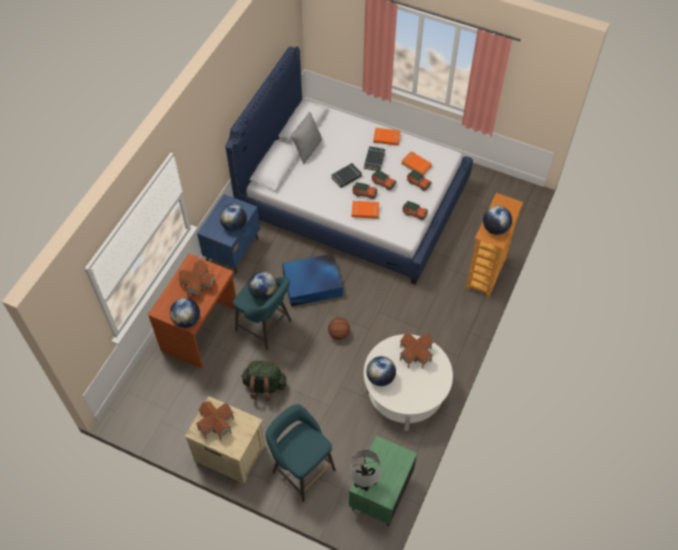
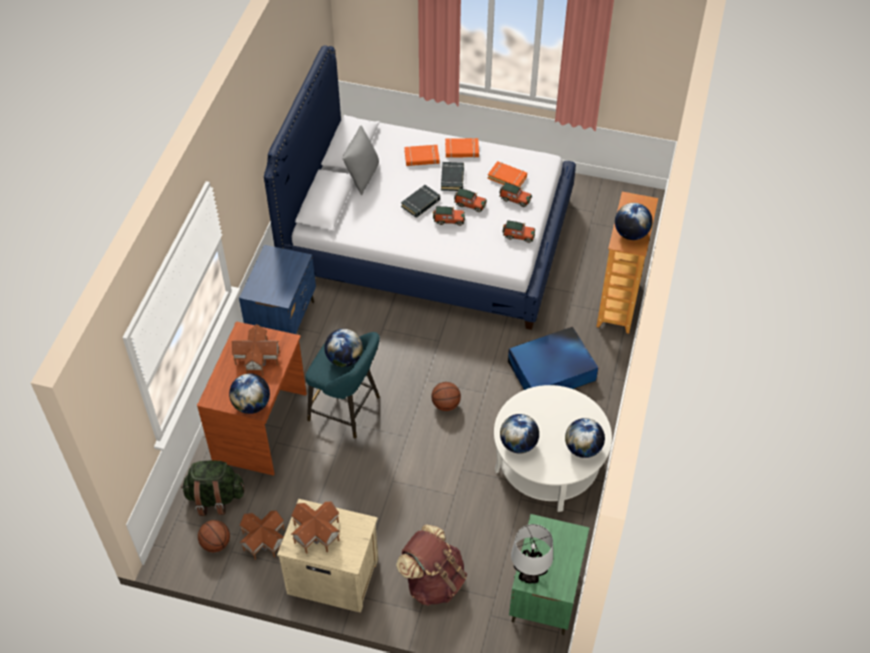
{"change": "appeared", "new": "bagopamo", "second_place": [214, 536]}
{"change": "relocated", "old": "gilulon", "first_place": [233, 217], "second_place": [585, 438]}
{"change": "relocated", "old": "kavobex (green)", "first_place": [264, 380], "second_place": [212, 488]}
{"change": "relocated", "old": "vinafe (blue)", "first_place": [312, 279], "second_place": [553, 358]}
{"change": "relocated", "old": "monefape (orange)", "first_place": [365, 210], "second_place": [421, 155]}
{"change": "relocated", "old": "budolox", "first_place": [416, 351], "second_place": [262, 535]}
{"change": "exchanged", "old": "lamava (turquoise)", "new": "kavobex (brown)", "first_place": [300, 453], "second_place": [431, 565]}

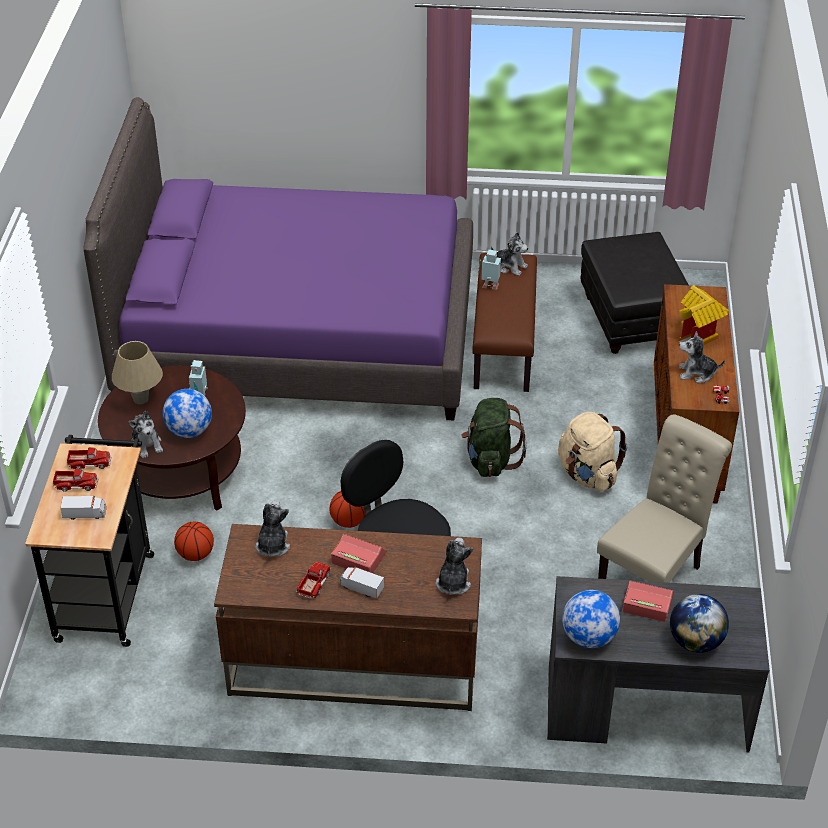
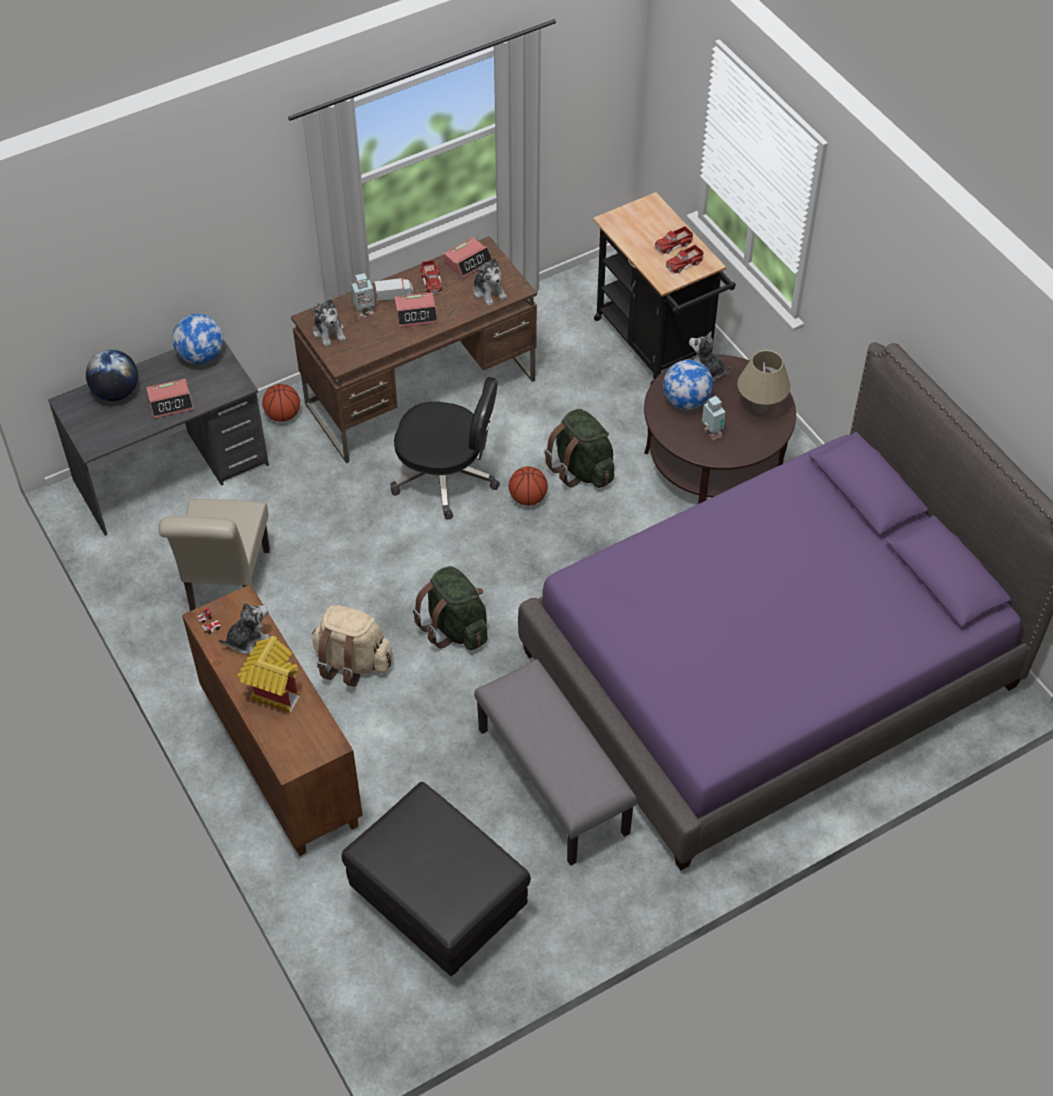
{"change": "missing", "old": "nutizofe", "first_place": [83, 508]}
{"change": "missing", "old": "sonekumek", "first_place": [509, 254]}
{"change": "appeared", "new": "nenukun", "second_place": [468, 257]}
{"change": "appeared", "new": "kavobex (green)", "second_place": [579, 448]}
{"change": "relocated", "old": "bagopamo", "first_place": [194, 541], "second_place": [281, 403]}
{"change": "relocated", "old": "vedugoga", "first_place": [491, 269], "second_place": [362, 296]}
{"change": "colour", "old": "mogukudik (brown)", "new": "mogukudik (grey)", "first_place": [504, 322], "second_place": [555, 762]}

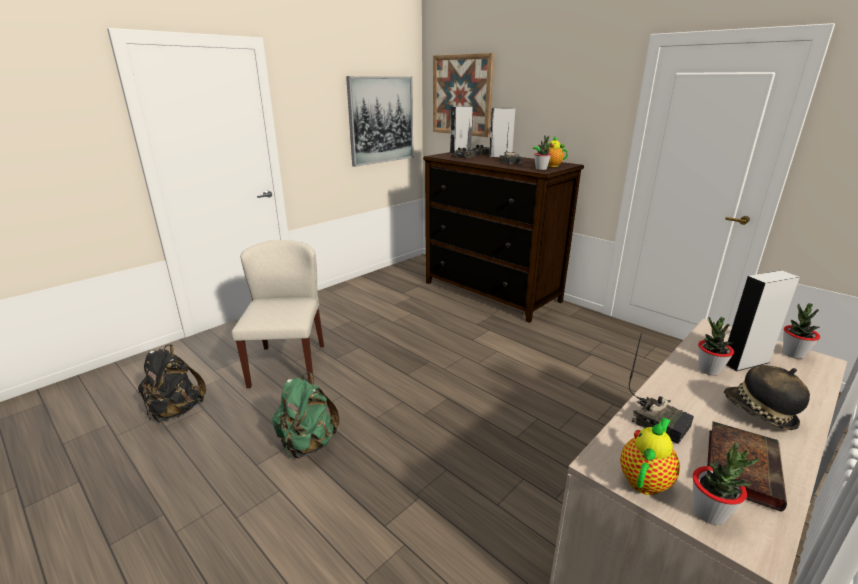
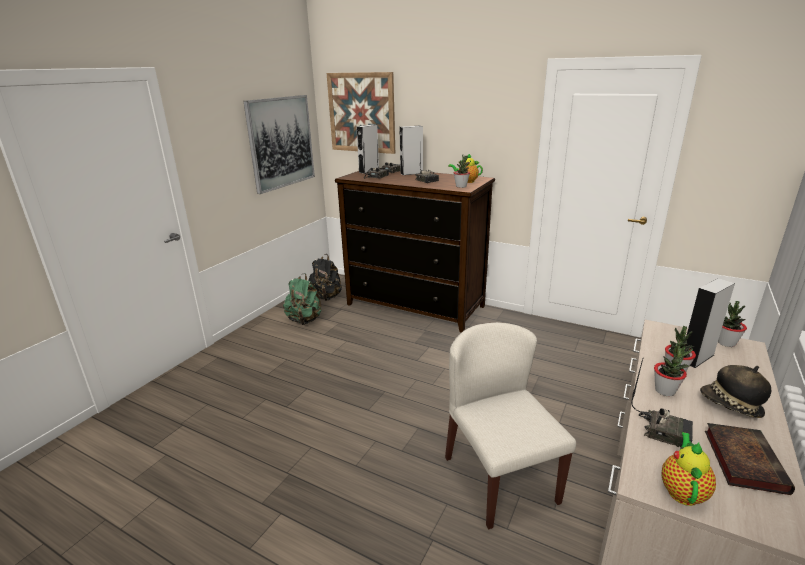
{"change": "relocated", "old": "kavobex (black)", "first_place": [172, 383], "second_place": [325, 277]}
{"change": "relocated", "old": "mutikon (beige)", "first_place": [277, 314], "second_place": [510, 425]}
{"change": "relocated", "old": "kavobex (green)", "first_place": [306, 415], "second_place": [302, 299]}
{"change": "relocated", "old": "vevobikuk", "first_place": [726, 483], "second_place": [673, 369]}

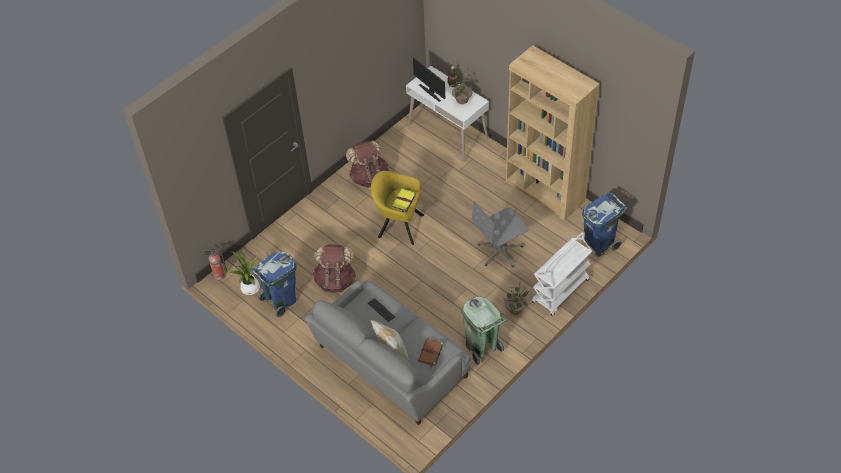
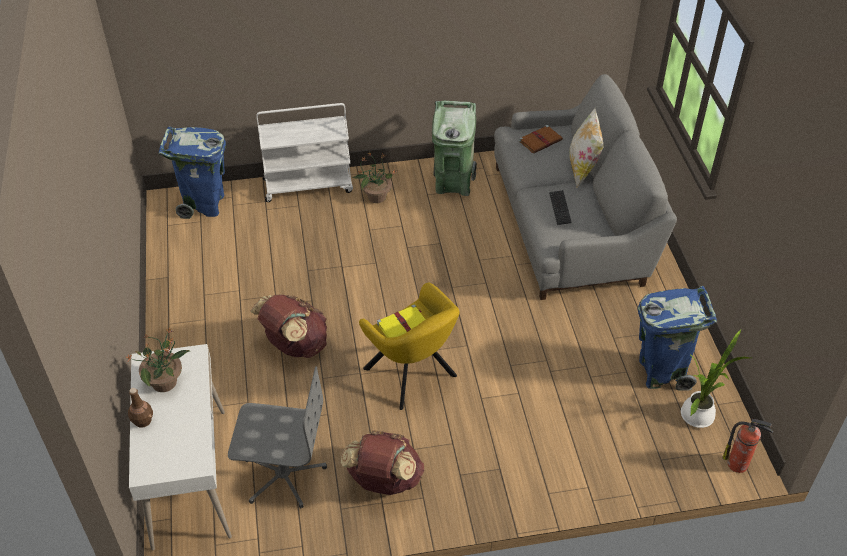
{"change": "missing", "old": "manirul", "first_place": [429, 80]}
{"change": "missing", "old": "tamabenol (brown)", "first_place": [553, 133]}
{"change": "relocated", "old": "kavobex (brown)", "first_place": [334, 268], "second_place": [289, 326]}
{"change": "relocated", "old": "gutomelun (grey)", "first_place": [500, 234], "second_place": [277, 437]}

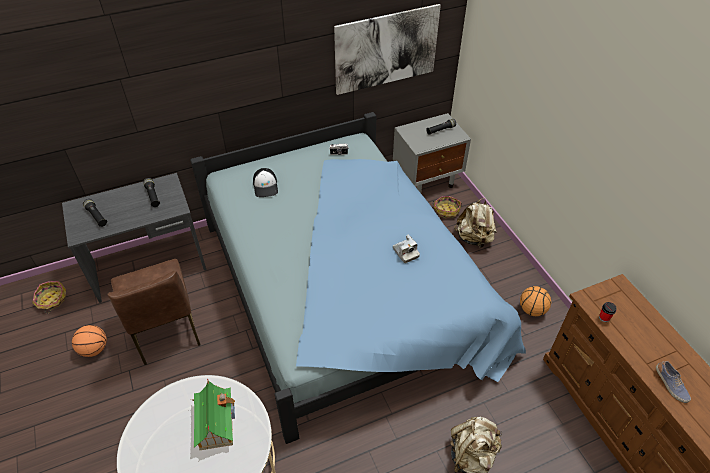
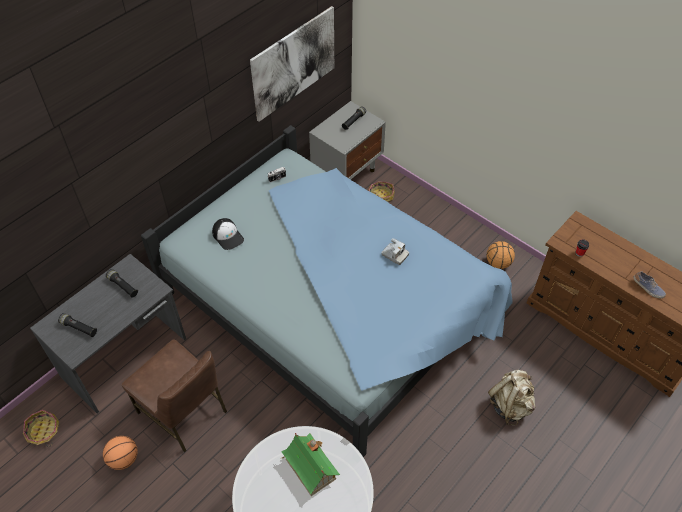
{"change": "missing", "old": "kavobex (beige)", "first_place": [475, 223]}

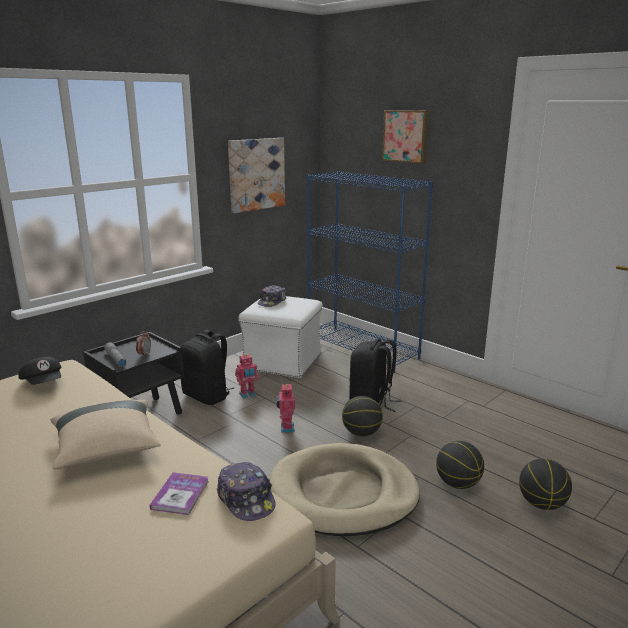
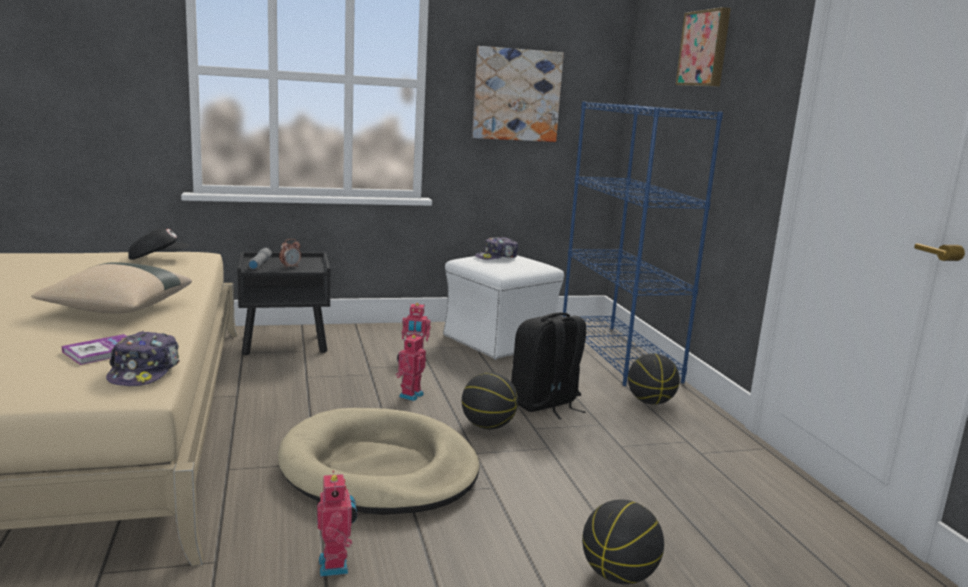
{"change": "missing", "old": "kavobex (black)", "first_place": [207, 367]}
{"change": "appeared", "new": "vedugoga", "second_place": [337, 524]}
{"change": "relocated", "old": "bagopamo", "first_place": [460, 465], "second_place": [654, 379]}
{"change": "spun", "old": "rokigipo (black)", "first_place": [39, 371], "second_place": [159, 244], "degrees": -90}

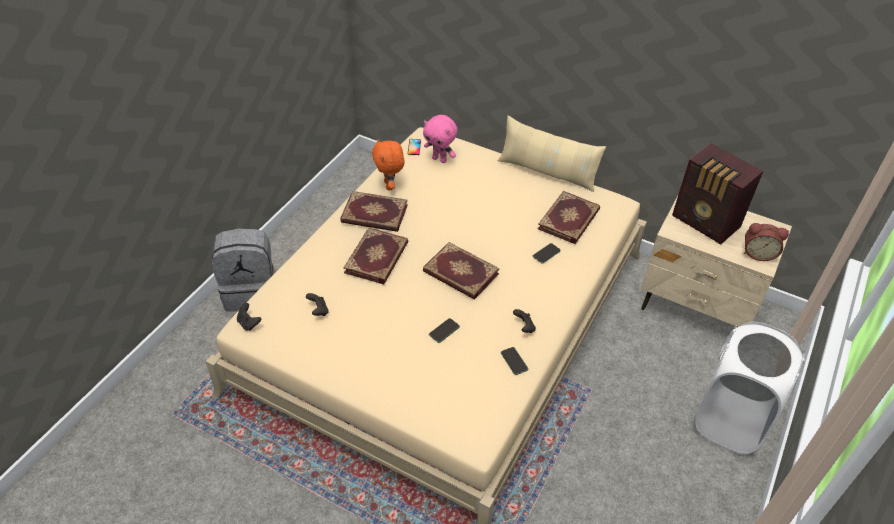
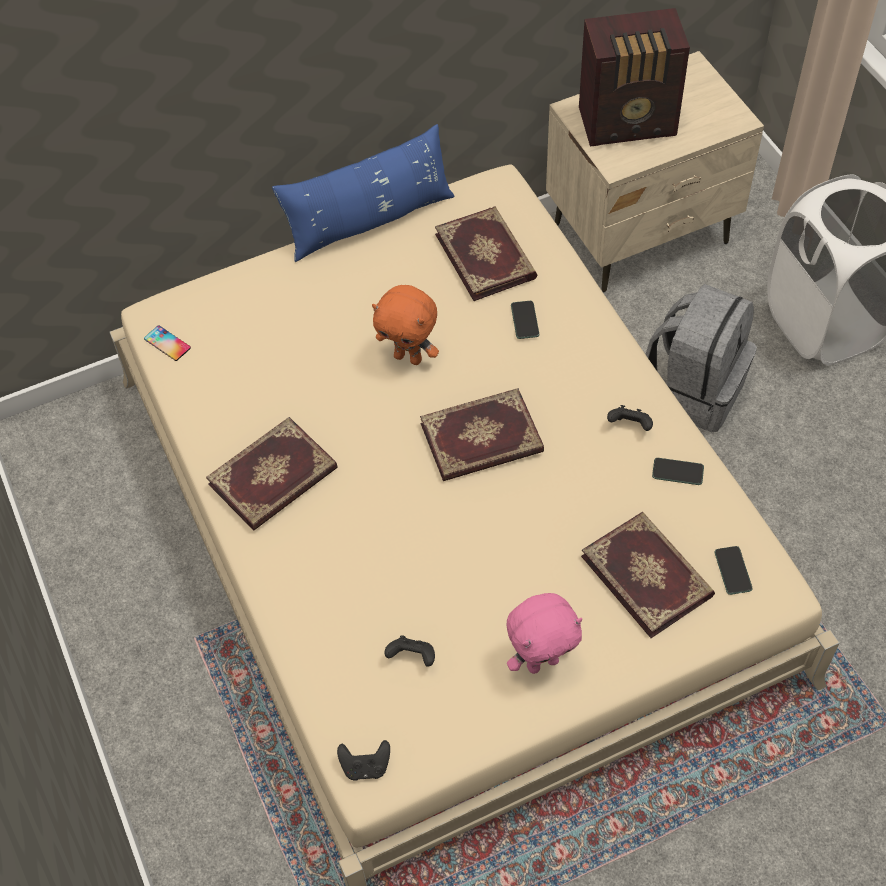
{"change": "missing", "old": "nenukun", "first_place": [766, 242]}
{"change": "relocated", "old": "kavobex (grey)", "first_place": [244, 270], "second_place": [701, 358]}
{"change": "relocated", "old": "monefape", "first_place": [375, 256], "second_place": [648, 575]}
{"change": "relocated", "old": "sonekumek (orange)", "first_place": [388, 164], "second_place": [405, 325]}
{"change": "relocated", "old": "sonekumek (pink)", "first_place": [440, 139], "second_place": [544, 633]}
{"change": "relocated", "old": "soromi", "first_place": [444, 330], "second_place": [733, 570]}
{"change": "colour", "old": "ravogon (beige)", "new": "ravogon (blue)", "first_place": [552, 153], "second_place": [363, 193]}

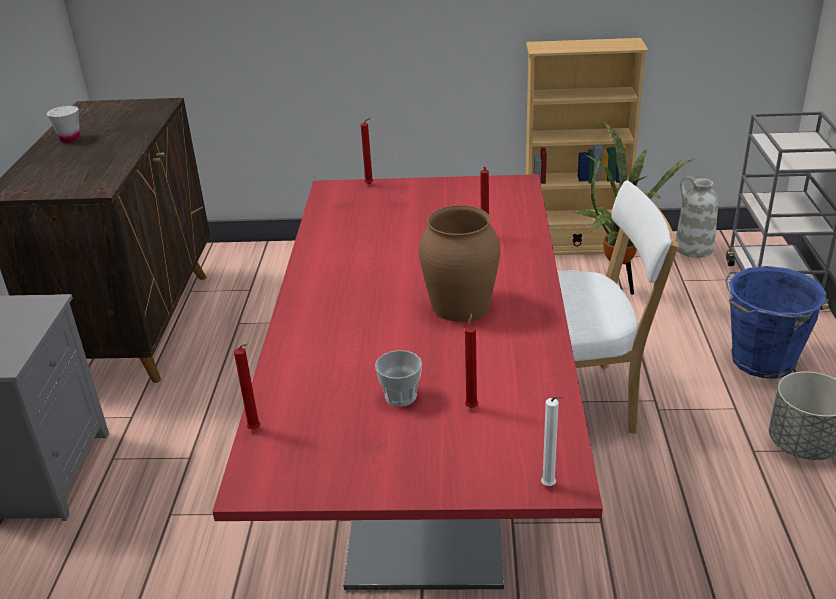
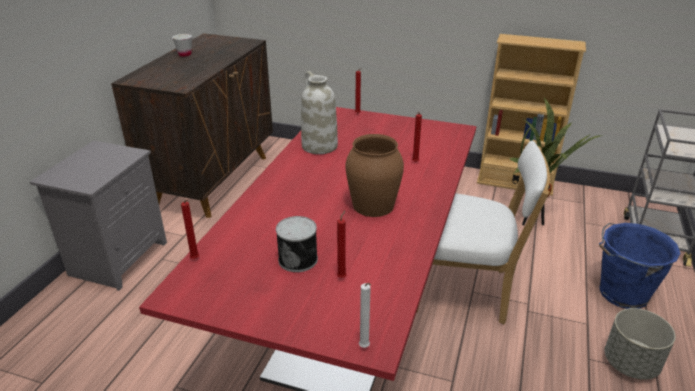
{"change": "relocated", "old": "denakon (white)", "first_place": [697, 217], "second_place": [319, 112]}
{"change": "exchanged", "old": "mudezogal", "new": "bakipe", "first_place": [398, 378], "second_place": [297, 244]}

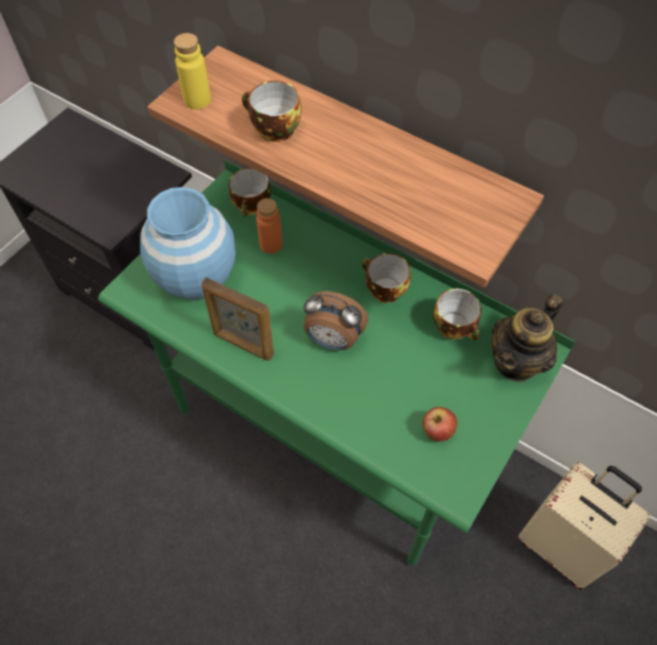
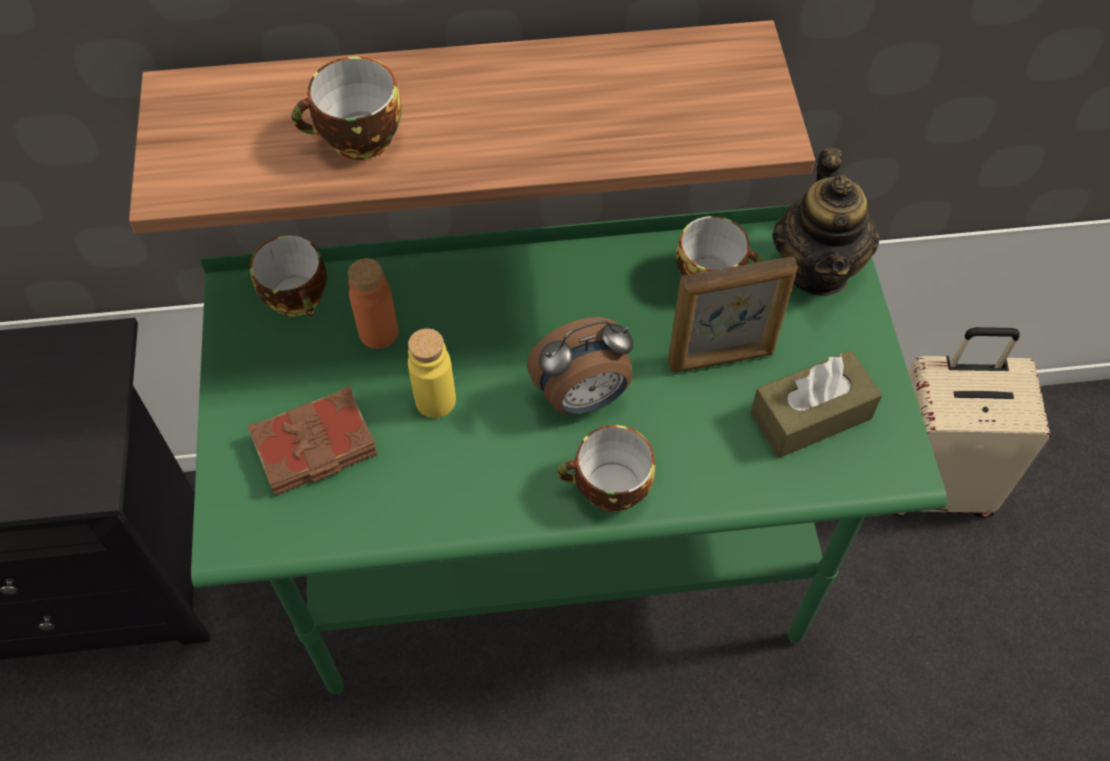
{"change": "relocated", "old": "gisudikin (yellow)", "first_place": [192, 71], "second_place": [432, 373]}
{"change": "relocated", "old": "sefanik", "first_place": [237, 319], "second_place": [733, 314]}
{"change": "relocated", "old": "mudezogal", "first_place": [386, 278], "second_place": [606, 468]}
{"change": "exchanged", "old": "denakon (blue)", "new": "monefape (brown)", "first_place": [187, 243], "second_place": [312, 441]}
{"change": "exchanged", "old": "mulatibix", "new": "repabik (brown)", "first_place": [439, 424], "second_place": [816, 404]}

